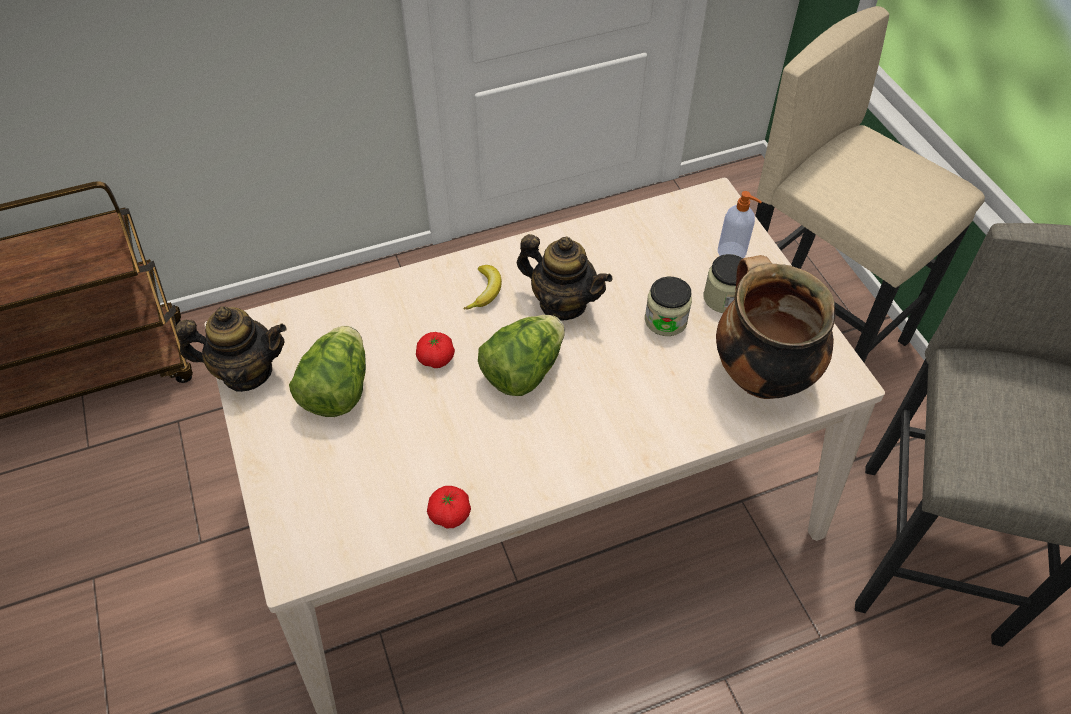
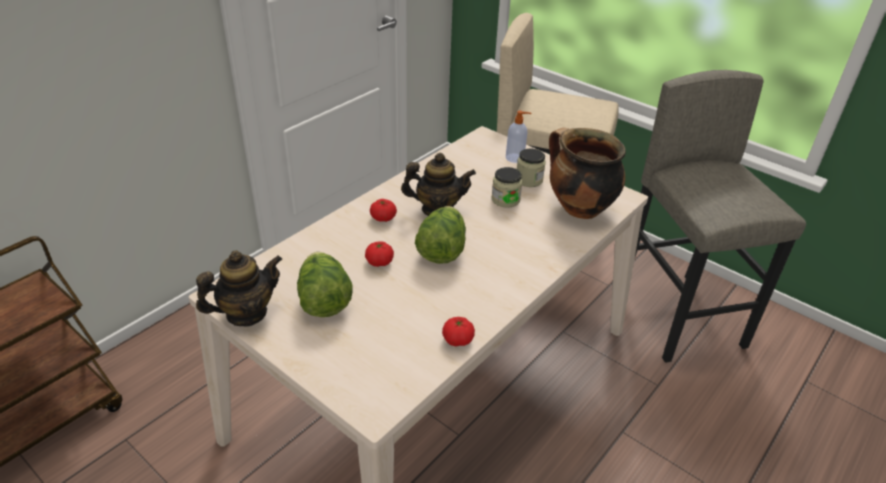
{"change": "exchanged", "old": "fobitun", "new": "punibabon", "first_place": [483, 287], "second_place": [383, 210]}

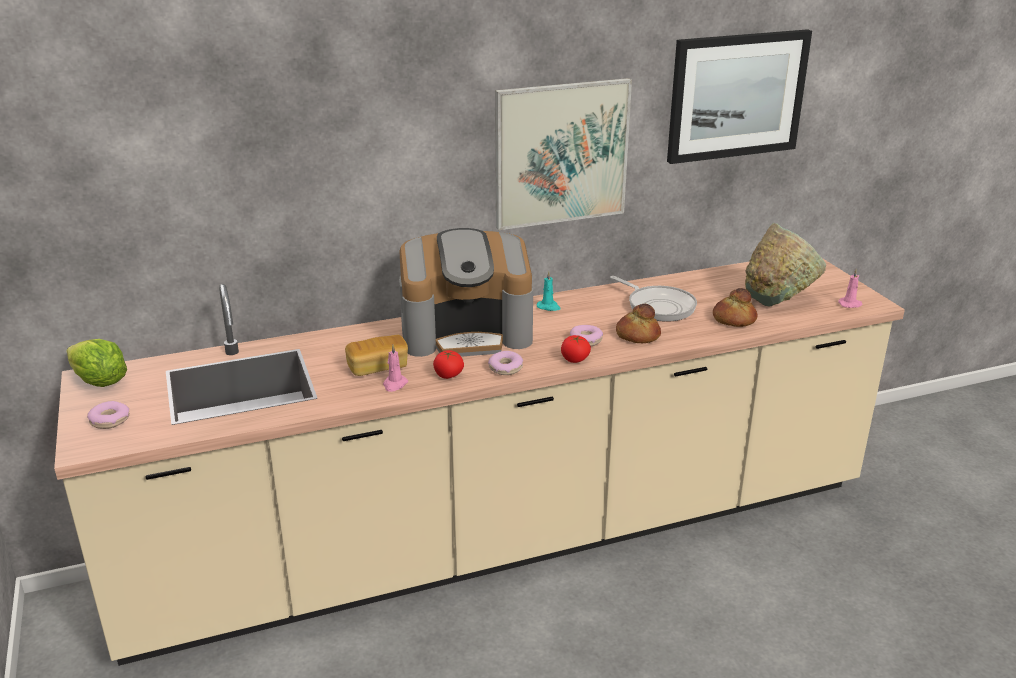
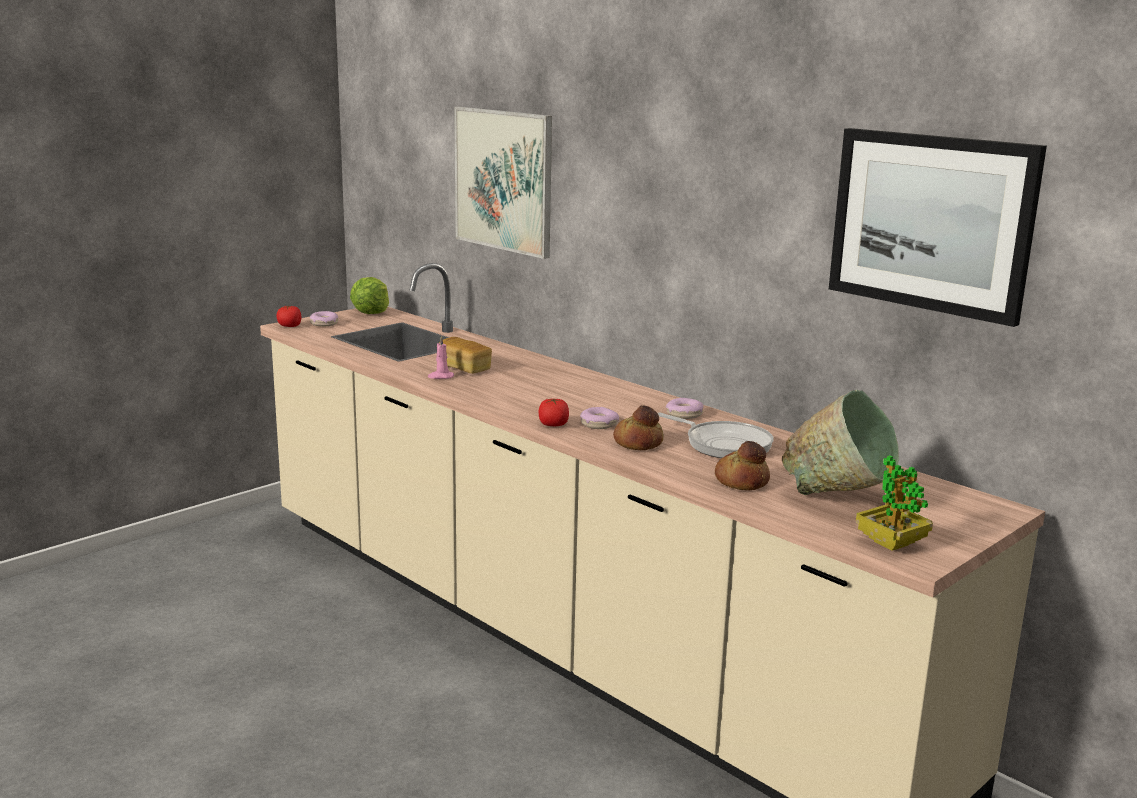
{"change": "missing", "old": "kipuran", "first_place": [466, 292]}
{"change": "missing", "old": "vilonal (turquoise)", "first_place": [549, 291]}
{"change": "relocated", "old": "punibabon", "first_place": [448, 364], "second_place": [288, 316]}
{"change": "relocated", "old": "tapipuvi", "first_place": [505, 363], "second_place": [685, 408]}
{"change": "relocated", "old": "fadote", "first_place": [563, 154], "second_place": [503, 183]}
{"change": "exchanged", "old": "vilonal (pink)", "new": "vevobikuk", "first_place": [850, 288], "second_place": [894, 503]}
{"change": "spun", "old": "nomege", "first_place": [653, 299], "second_place": [715, 435], "degrees": -75}

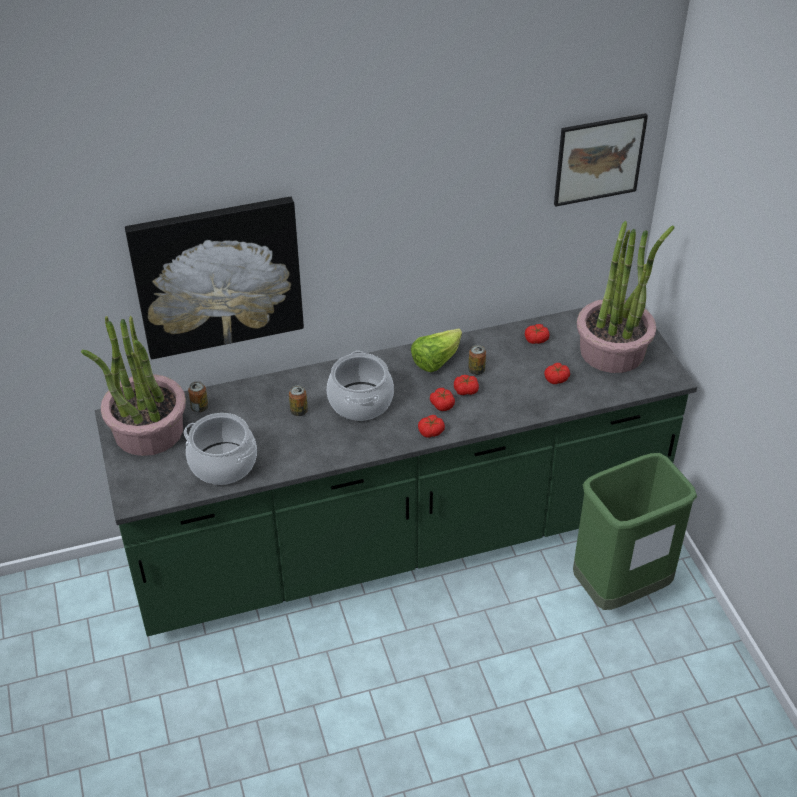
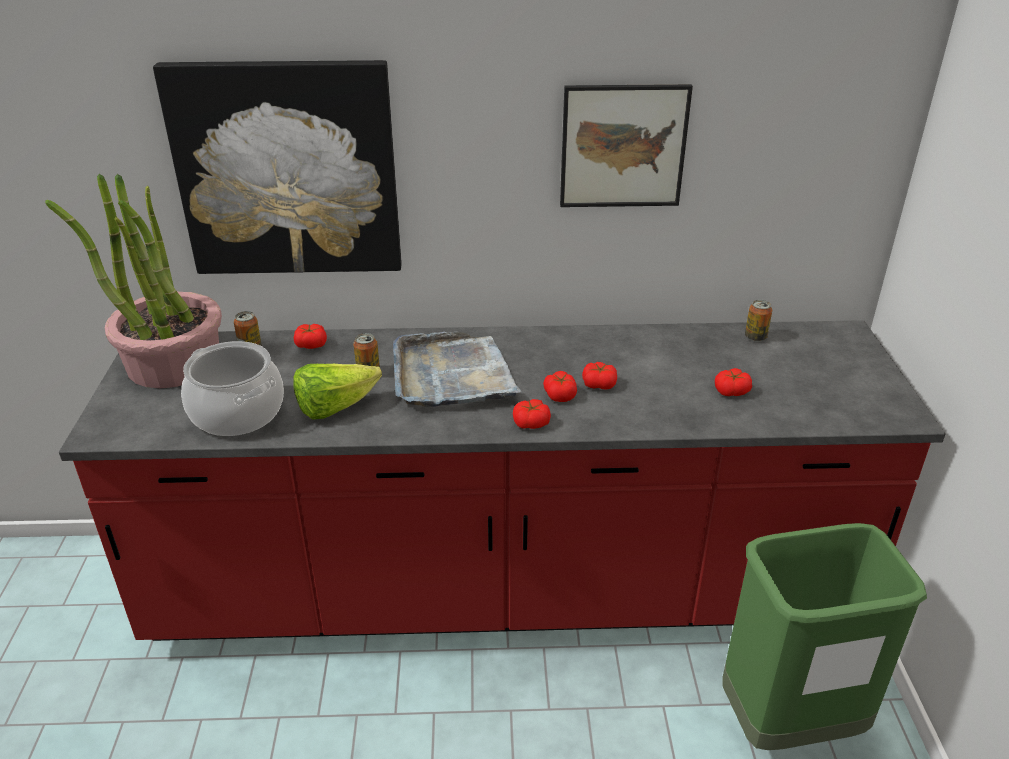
{"change": "missing", "old": "vevobikuk", "first_place": [626, 297]}
{"change": "relocated", "old": "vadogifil", "first_place": [436, 350], "second_place": [337, 391]}
{"change": "relocated", "old": "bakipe", "first_place": [477, 360], "second_place": [758, 321]}
{"change": "relocated", "old": "punibabon", "first_place": [537, 334], "second_place": [310, 336]}
{"change": "relocated", "old": "fadote", "first_place": [601, 160], "second_place": [626, 145]}
{"change": "exchanged", "old": "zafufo", "new": "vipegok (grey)", "first_place": [360, 386], "second_place": [457, 369]}
{"change": "colour", "old": "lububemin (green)", "new": "lububemin (red)", "first_place": [396, 467], "second_place": [502, 480]}

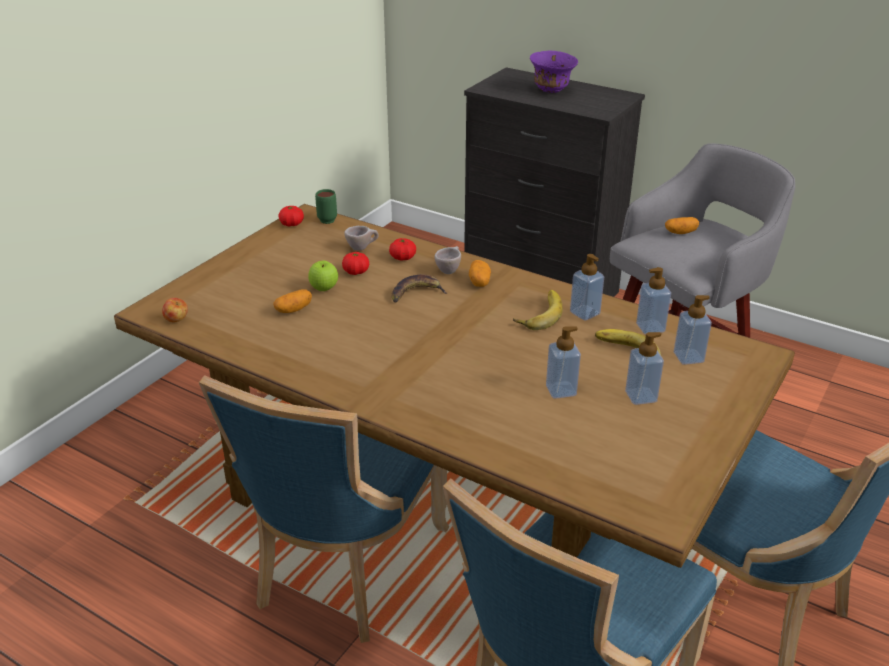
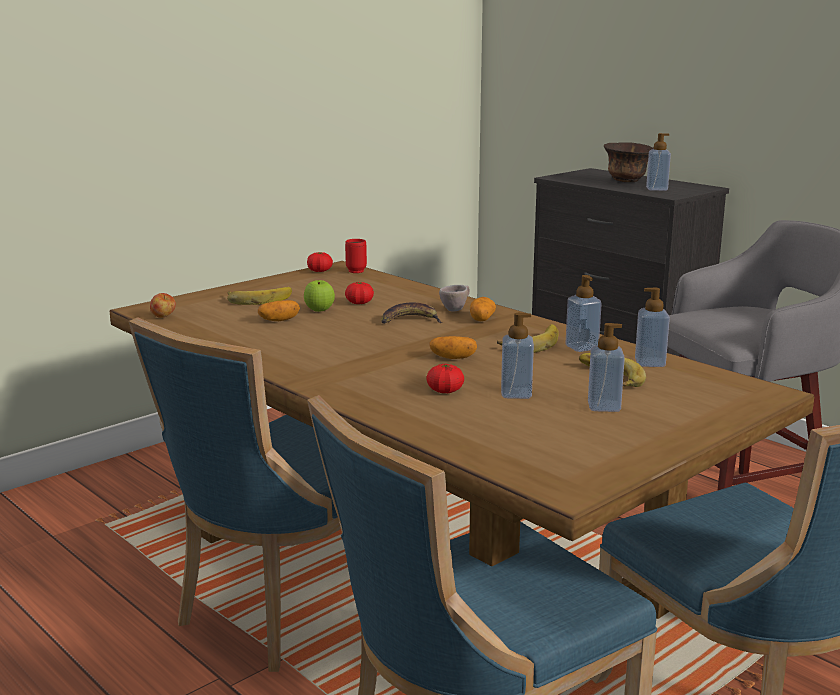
{"change": "missing", "old": "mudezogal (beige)", "first_place": [361, 238]}
{"change": "appeared", "new": "fobitun", "second_place": [259, 296]}
{"change": "relocated", "old": "punibabon", "first_place": [402, 249], "second_place": [445, 378]}
{"change": "relocated", "old": "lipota", "first_place": [682, 225], "second_place": [453, 347]}
{"change": "relocated", "old": "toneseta", "first_place": [693, 330], "second_place": [658, 162]}
{"change": "colour", "old": "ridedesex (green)", "new": "ridedesex (red)", "first_place": [326, 206], "second_place": [356, 256]}
{"change": "colour", "old": "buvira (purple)", "new": "buvira (brown)", "first_place": [554, 72], "second_place": [629, 162]}

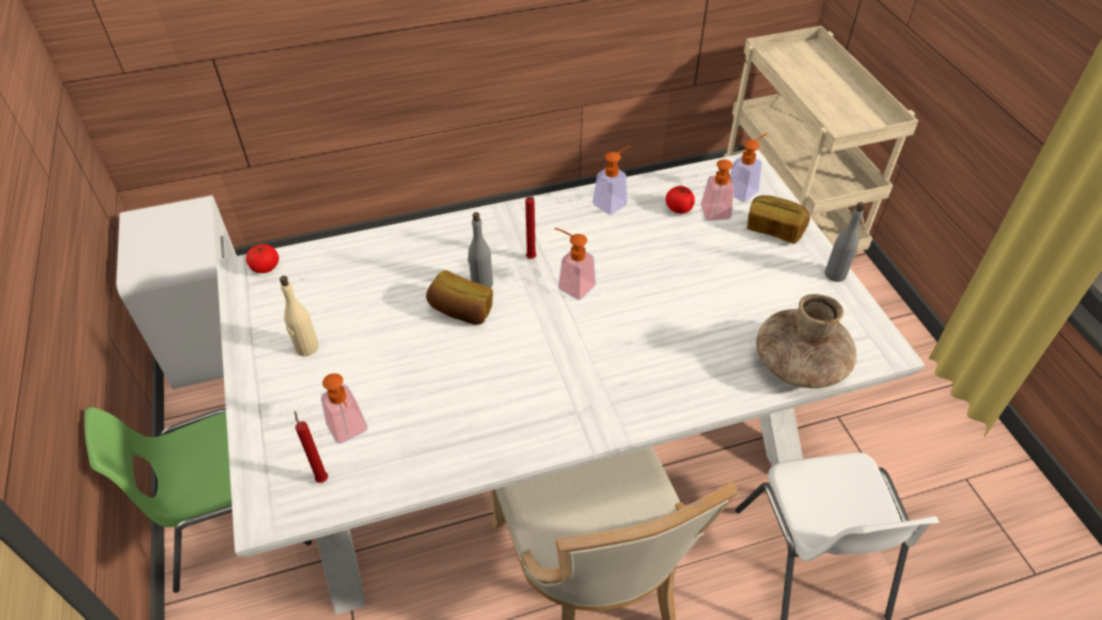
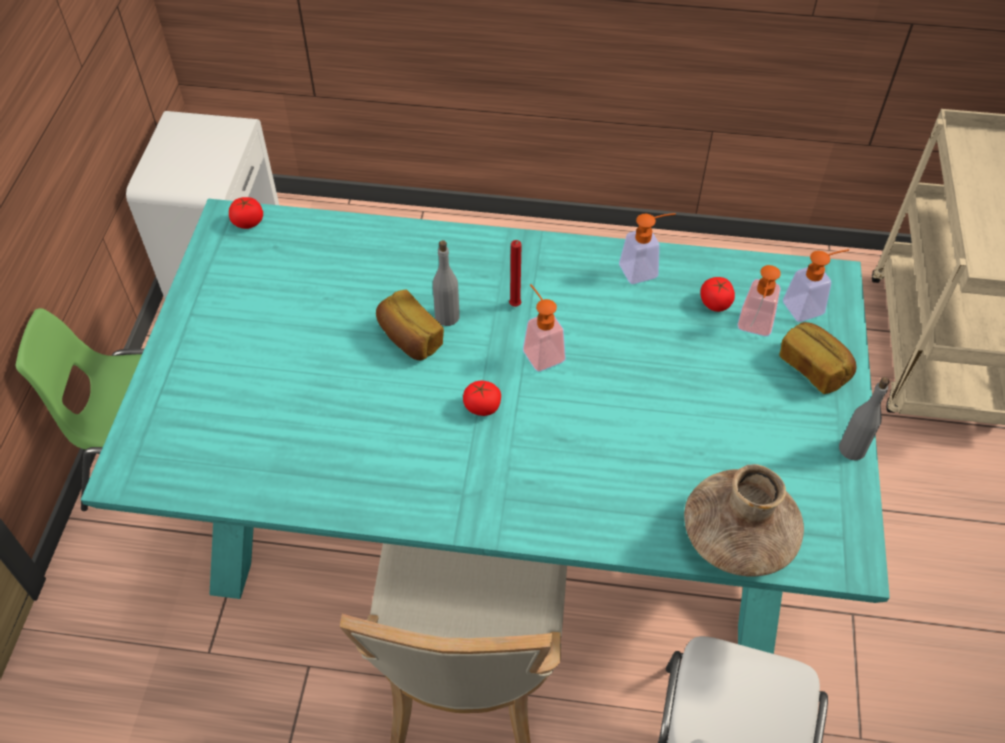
{"change": "missing", "old": "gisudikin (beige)", "first_place": [299, 316]}
{"change": "missing", "old": "vilonal (red)", "first_place": [311, 447]}
{"change": "missing", "old": "toneseta", "first_place": [344, 408]}
{"change": "appeared", "new": "punibabon", "second_place": [482, 398]}
{"change": "colour", "old": "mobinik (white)", "new": "mobinik (turquoise)", "first_place": [570, 382], "second_place": [485, 426]}

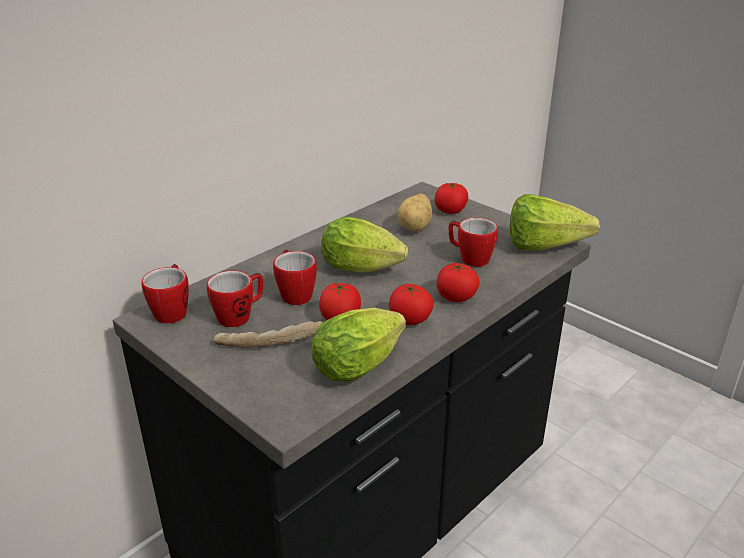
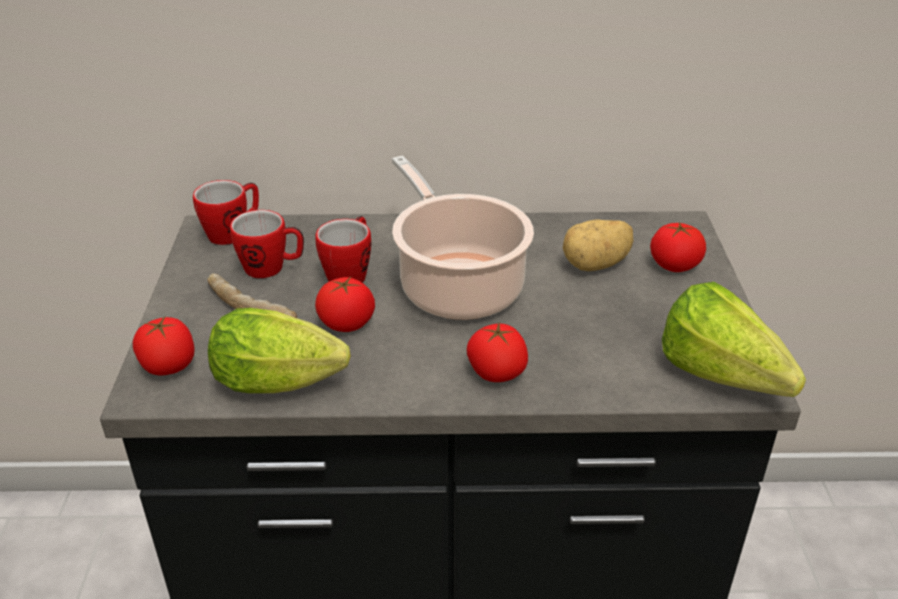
{"change": "missing", "old": "ridedesex", "first_place": [473, 242]}
{"change": "relocated", "old": "punibabon", "first_place": [411, 304], "second_place": [163, 346]}
{"change": "exchanged", "old": "vadogifil", "new": "zafufo", "first_place": [364, 245], "second_place": [463, 237]}

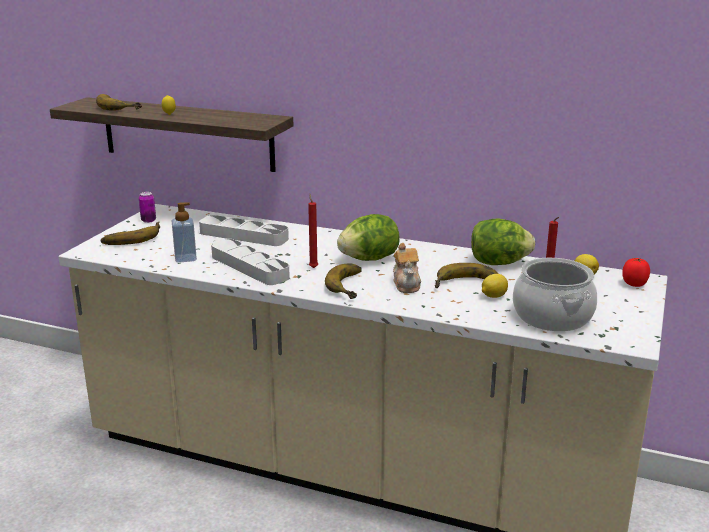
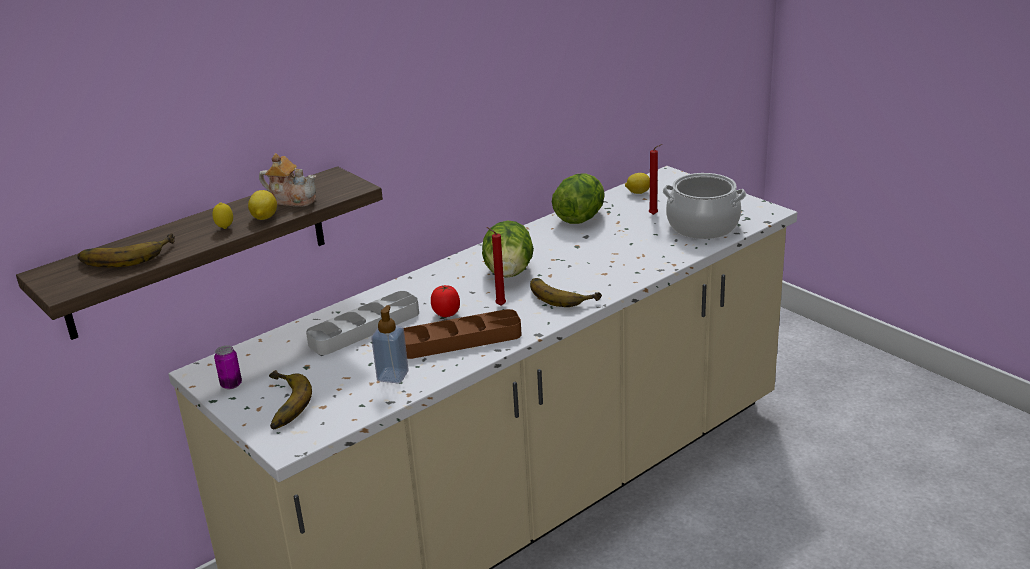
{"change": "missing", "old": "fobitun", "first_place": [466, 275]}
{"change": "relocated", "old": "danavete", "first_place": [407, 268], "second_place": [287, 180]}
{"change": "relocated", "old": "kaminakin", "first_place": [495, 286], "second_place": [262, 205]}
{"change": "relocated", "old": "punibabon", "first_place": [636, 272], "second_place": [445, 301]}
{"change": "colour", "old": "vipegok (grey)", "new": "vipegok (brown)", "first_place": [250, 262], "second_place": [463, 334]}

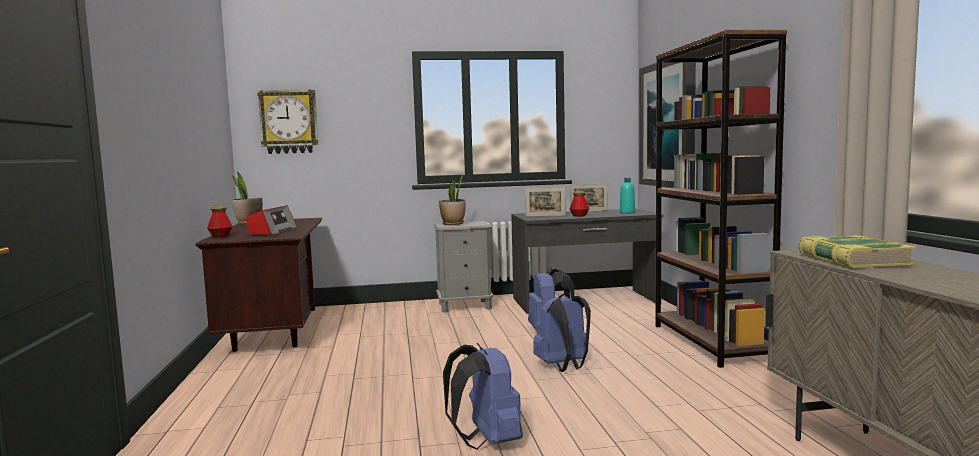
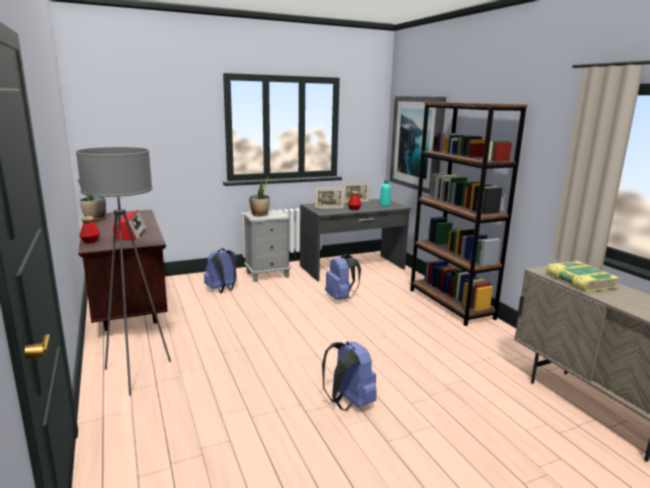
{"change": "missing", "old": "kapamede", "first_place": [287, 122]}
{"change": "appeared", "new": "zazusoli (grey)", "second_place": [123, 271]}
{"change": "relocated", "old": "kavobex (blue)", "first_place": [562, 332], "second_place": [220, 270]}

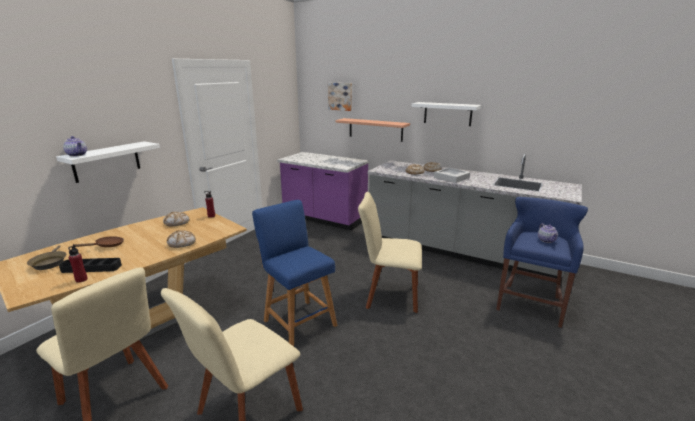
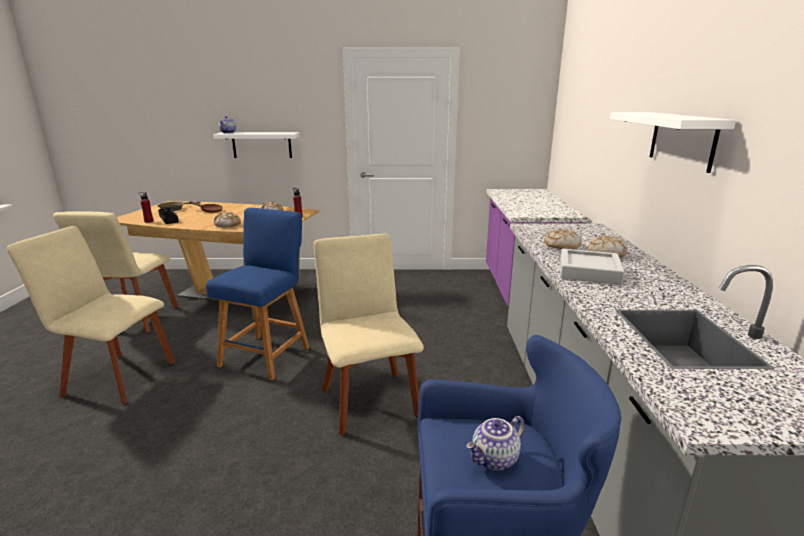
{"change": "missing", "old": "fadote", "first_place": [340, 97]}
{"change": "missing", "old": "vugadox", "first_place": [372, 130]}

